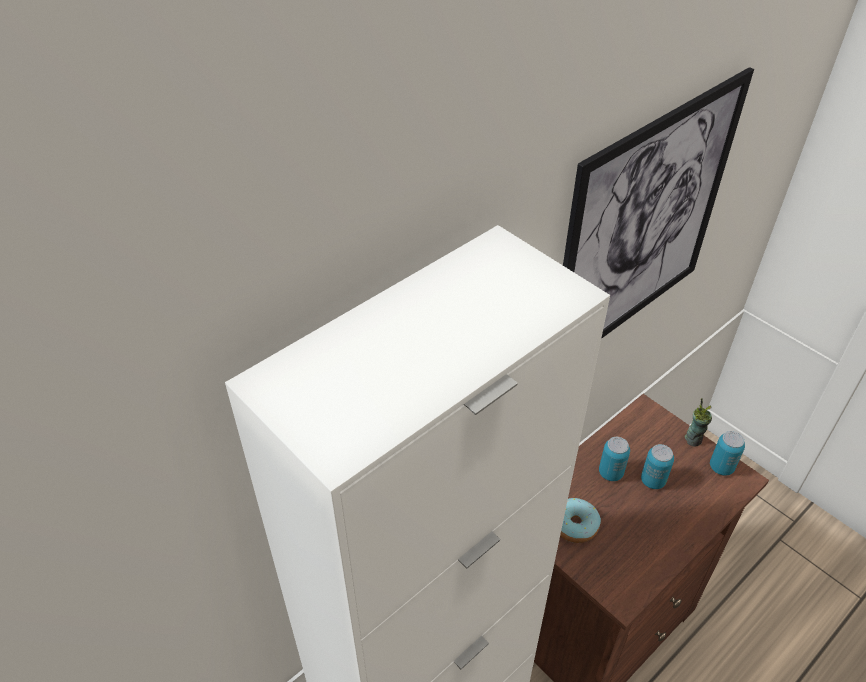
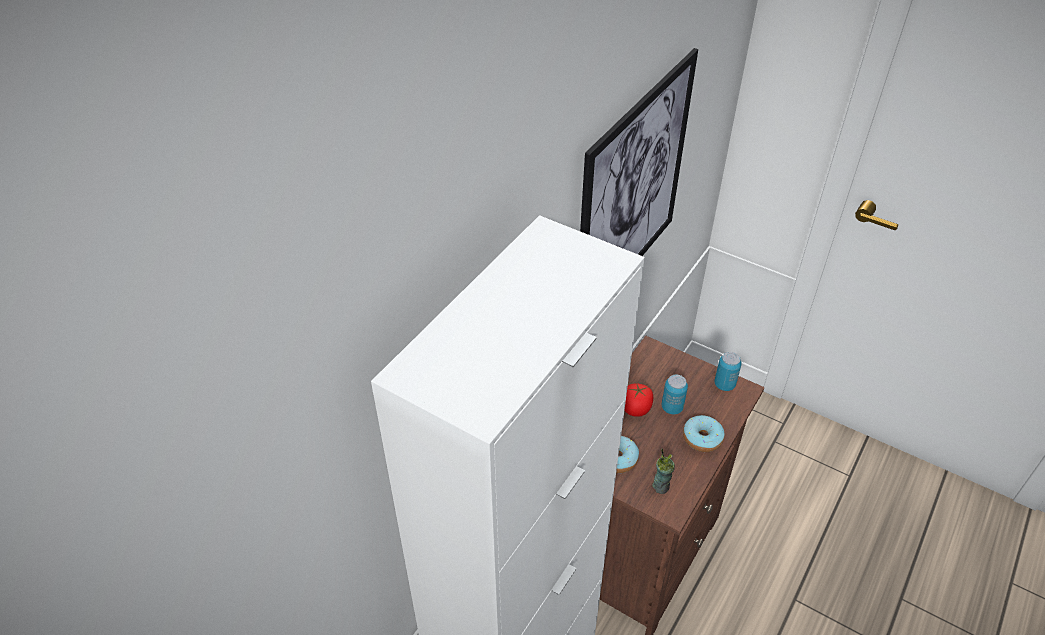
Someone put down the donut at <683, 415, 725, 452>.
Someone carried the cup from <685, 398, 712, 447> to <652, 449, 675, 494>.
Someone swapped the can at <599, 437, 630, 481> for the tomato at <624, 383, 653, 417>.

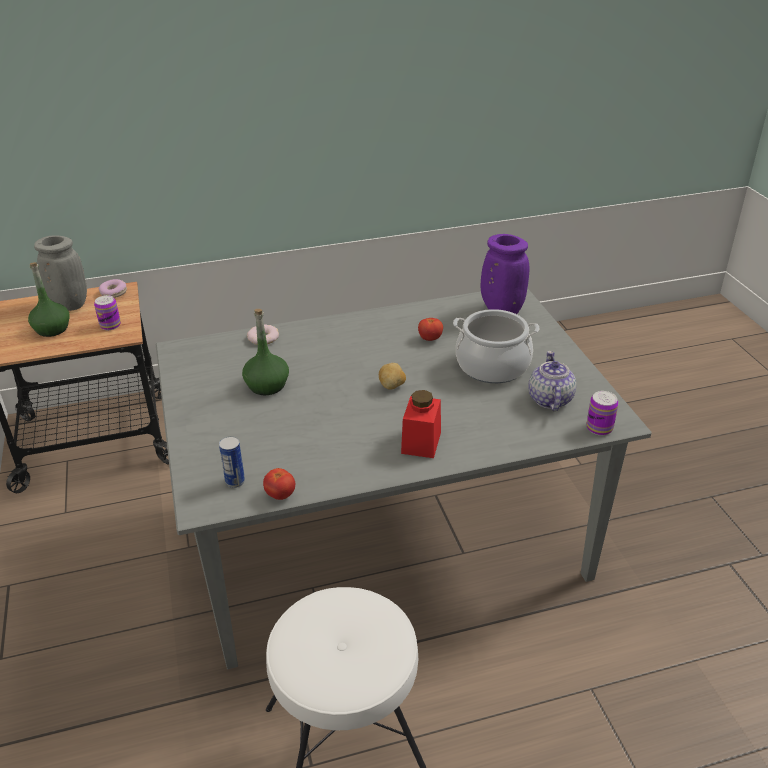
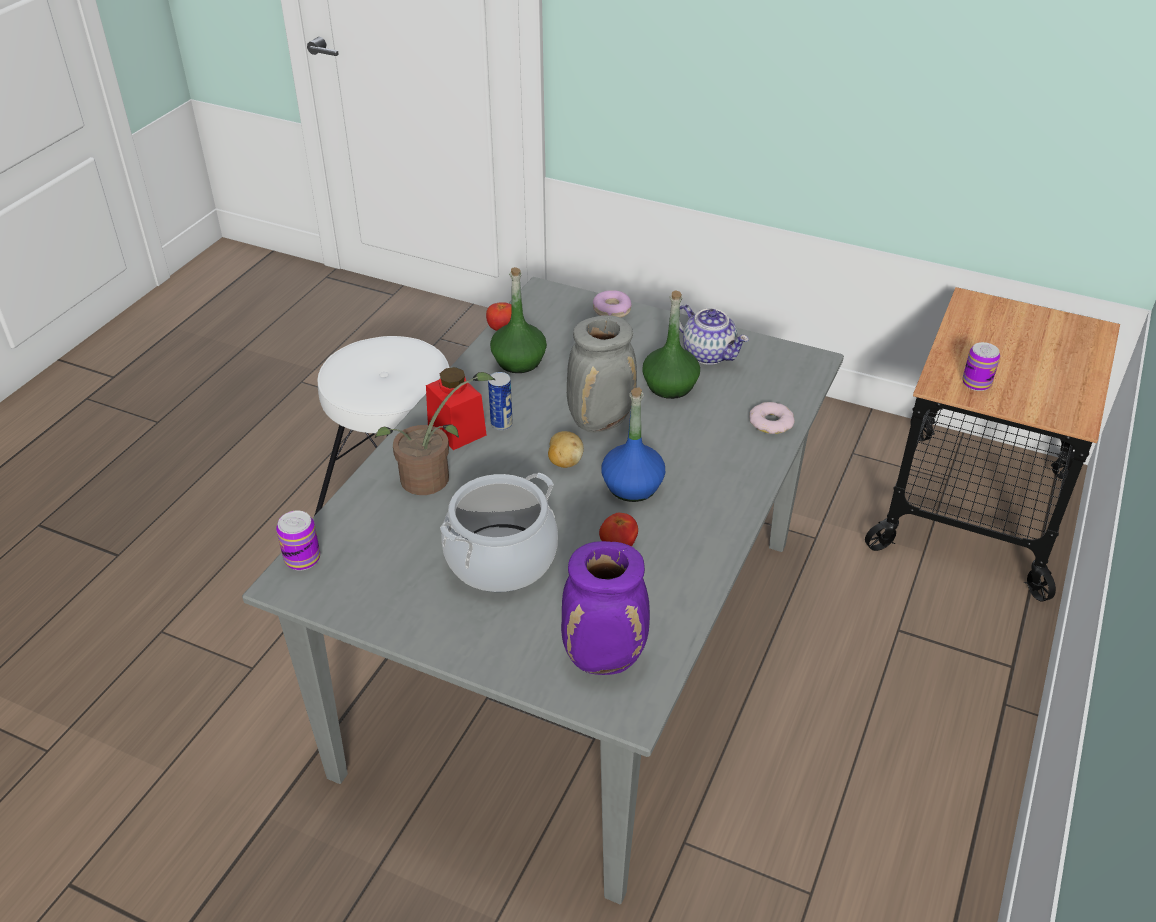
Someone put down the potted plant at <375, 372, 495, 495>.
Someone put down the bottle/blue at <601, 388, 665, 502>.
Someone carried the bottle/green from <28, 262, 69, 337> to <490, 267, 547, 373>.
Someone carried the vase/grey from <34, 235, 87, 311> to <567, 315, 637, 433>.
Someone carried the donut from <99, 279, 127, 298> to <593, 290, 632, 318>.
Someone carried the can from <219, 436, 245, 488> to <488, 372, 513, 430>.
Someone carried the teapot from <528, 351, 576, 411> to <679, 304, 749, 365>.

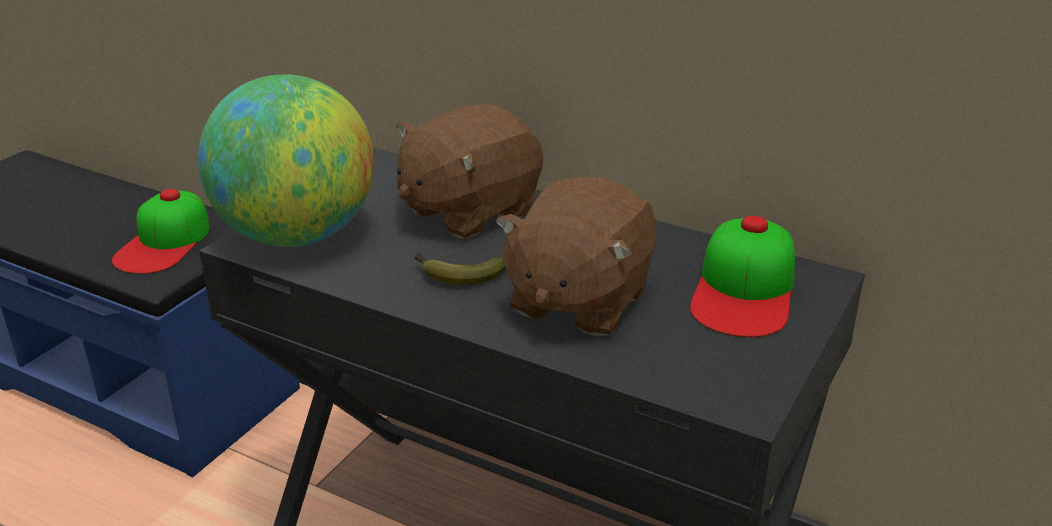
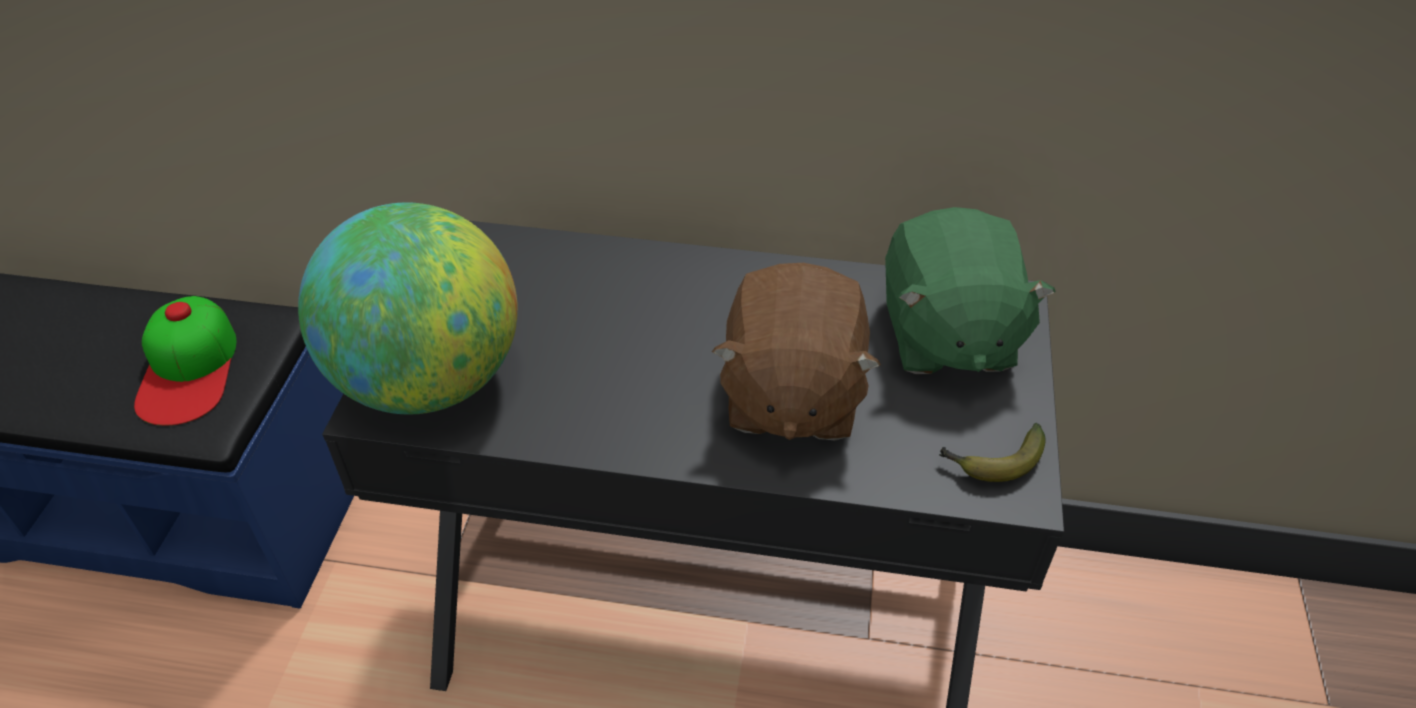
Someone took away the plush toy/brown at <396, 104, 543, 239>.
Someone carried the banana from <414, 252, 506, 285> to <939, 423, 1046, 482>.
Someone swapped the cap at <690, 216, 795, 337> for the plush toy/green at <885, 207, 1056, 374>.

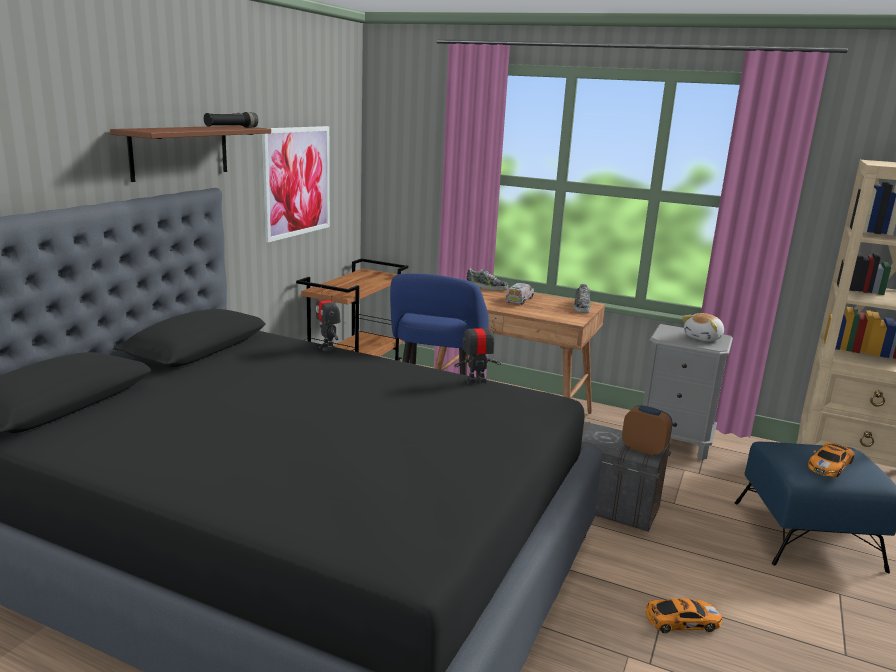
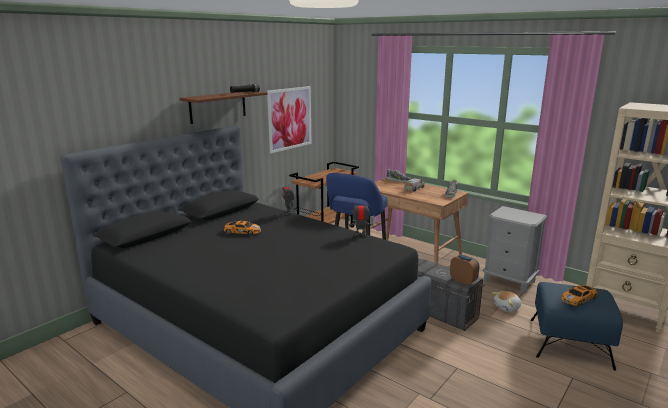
Someone carried the toy car from <645, 597, 722, 633> to <224, 221, 261, 235>.
Someone carried the plush toy from <682, 313, 724, 342> to <492, 291, 521, 312>.

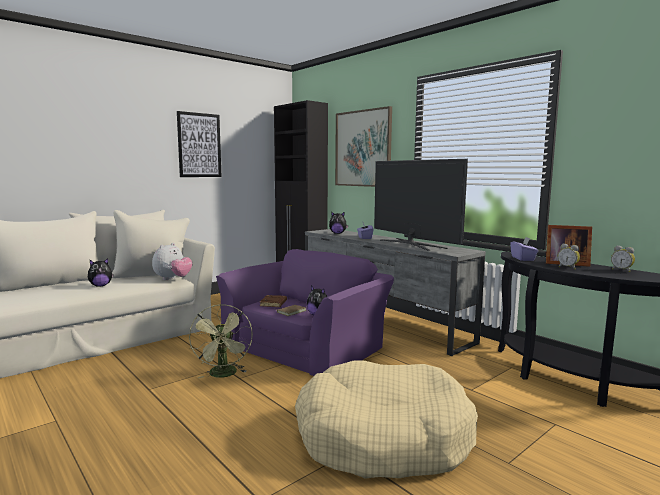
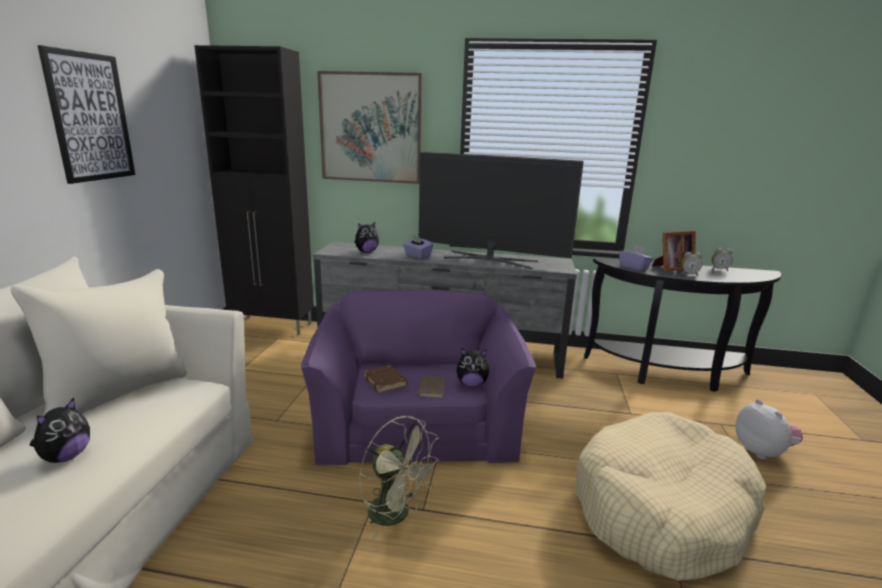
Someone carried the plush toy from <152, 243, 193, 280> to <735, 399, 803, 460>.

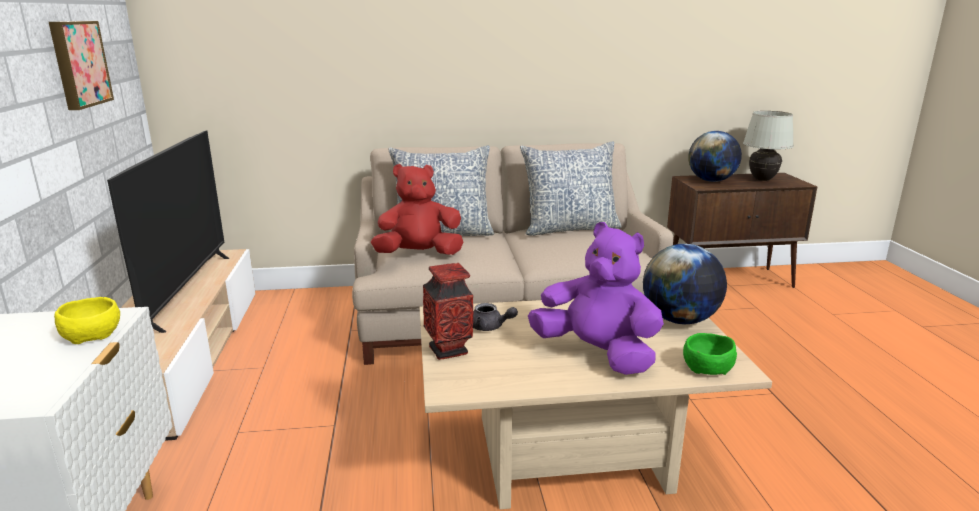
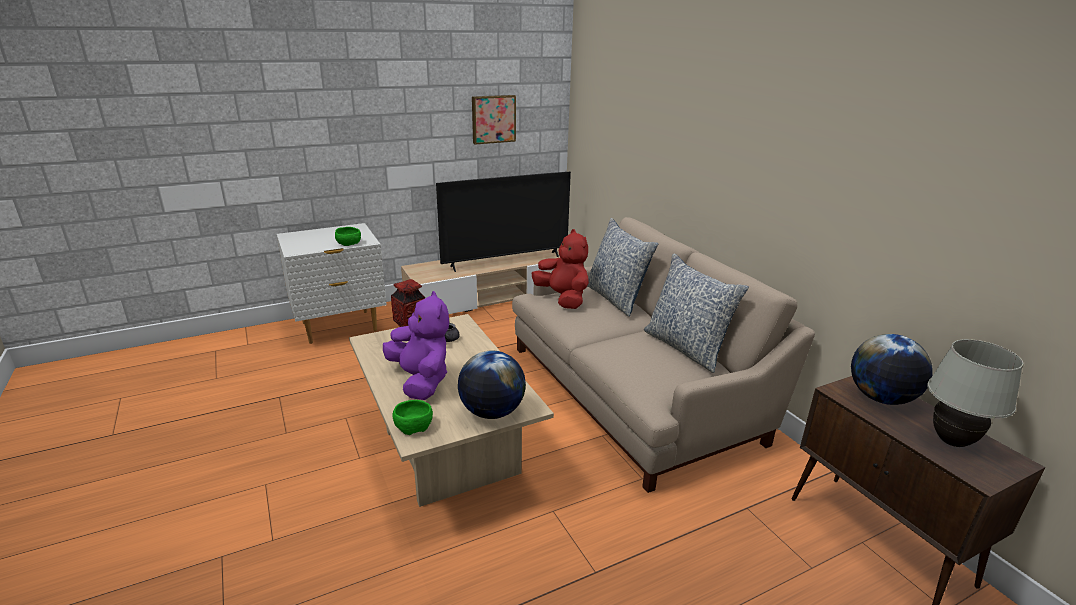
Someone repainted the bowl/yellow at <54, 297, 120, 344>, which became the bowl/green at <335, 227, 361, 246>.
Someone rotated the plush toy/purple at <528, 222, 664, 375> by 45 degrees counterclockwise.

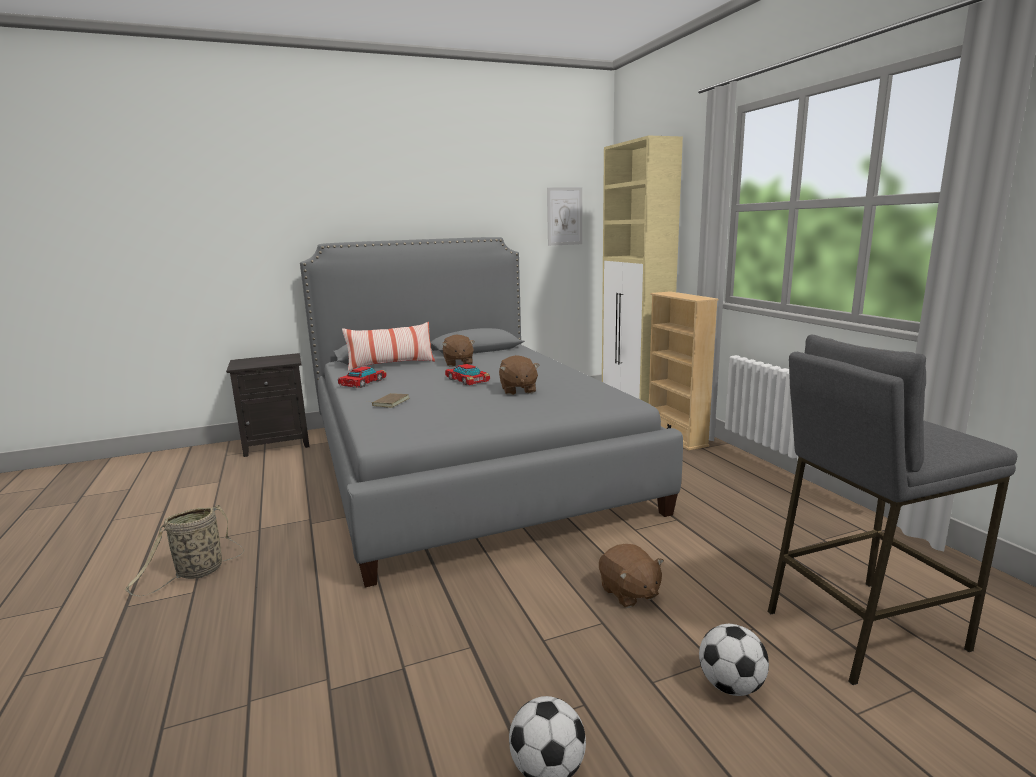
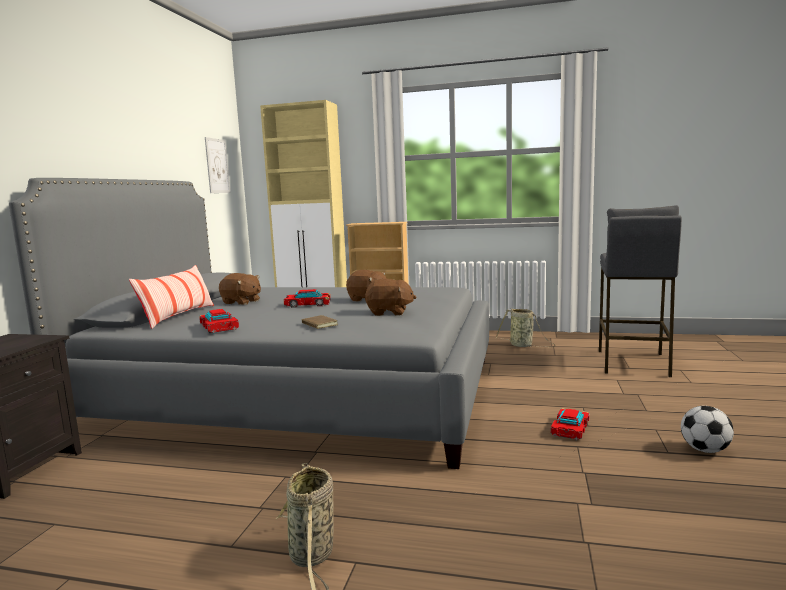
Someone took away the football at <699, 624, 769, 696>.
Someone put down the basket at <495, 309, 555, 347>.
Someone put down the toy car at <551, 409, 590, 441>.
Someone carried the plush toy/brown from <599, 544, 664, 608> to <365, 279, 416, 316>.

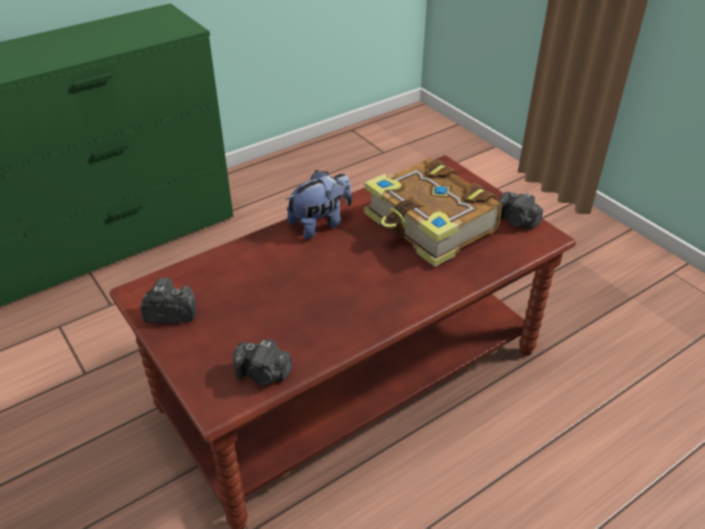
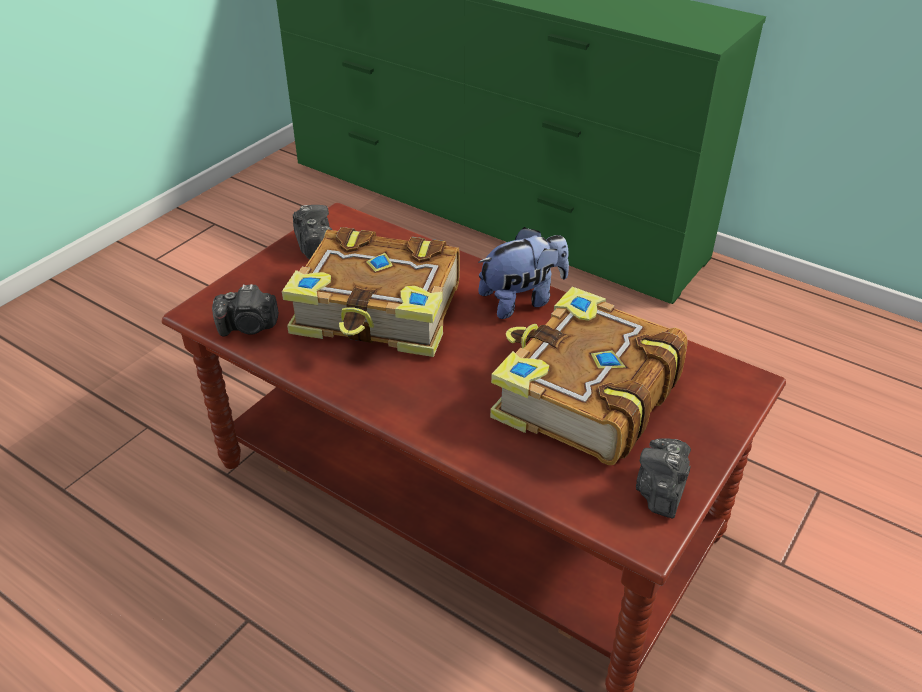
Someone put down the book at <282, 227, 460, 357>.
Someone rotated the photo camera at <233, 339, 292, 385> by 90 degrees counterclockwise.
Someone rotated the plush toy at <286, 170, 352, 240> by 60 degrees counterclockwise.

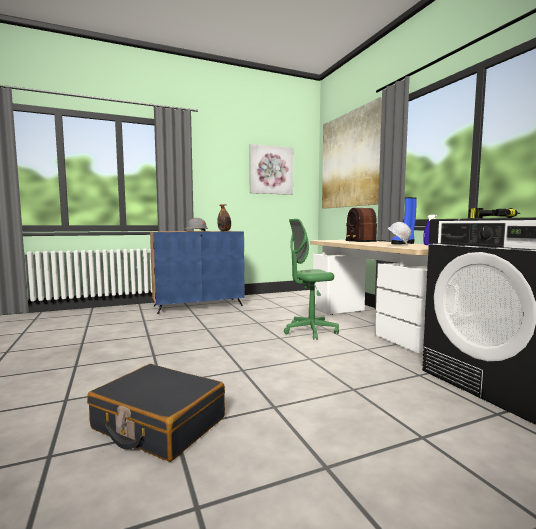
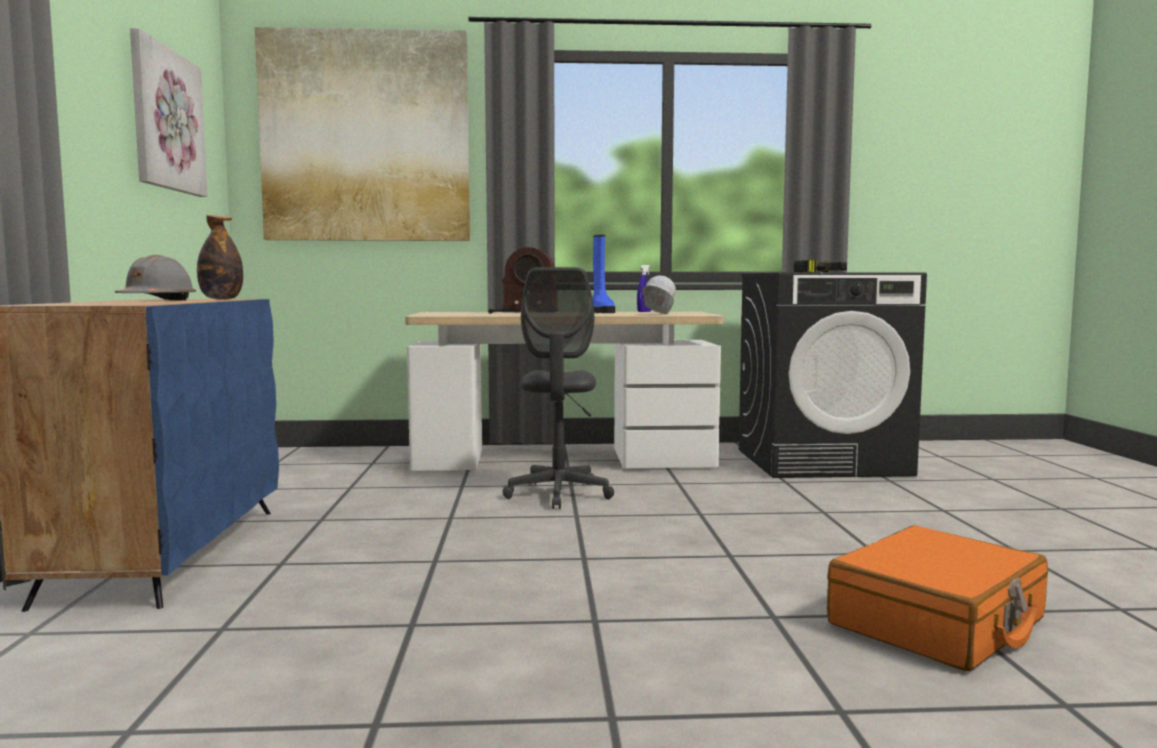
Someone repainted the suitcase/black at <87, 364, 225, 462>, which became the suitcase/orange at <827, 525, 1048, 671>.
Someone repainted the office chair/green at <284, 219, 339, 340>, which became the office chair/grey at <503, 267, 614, 509>.

